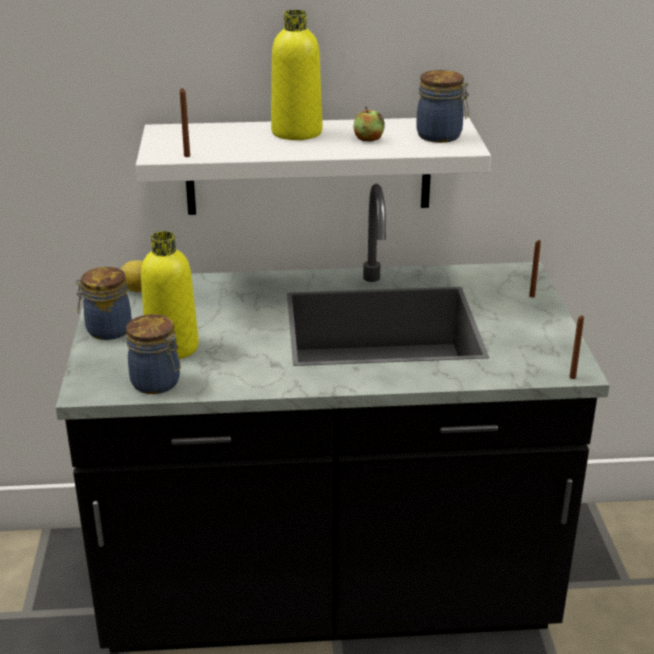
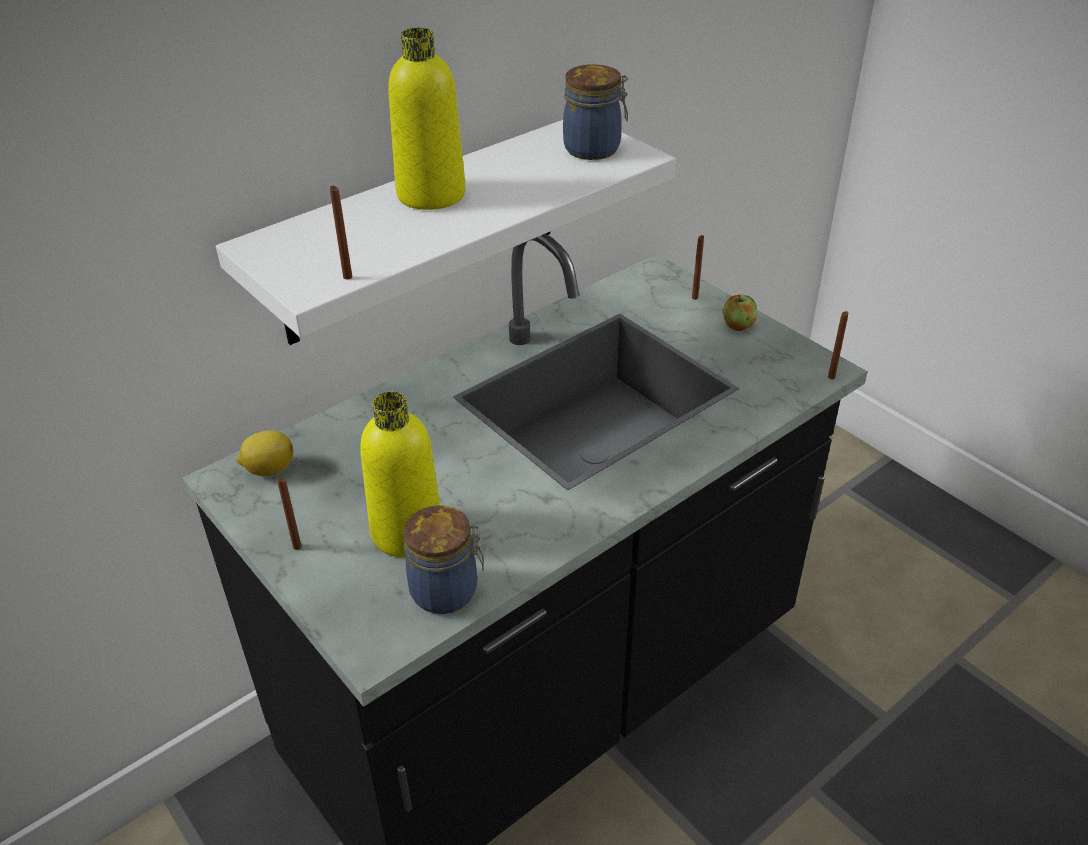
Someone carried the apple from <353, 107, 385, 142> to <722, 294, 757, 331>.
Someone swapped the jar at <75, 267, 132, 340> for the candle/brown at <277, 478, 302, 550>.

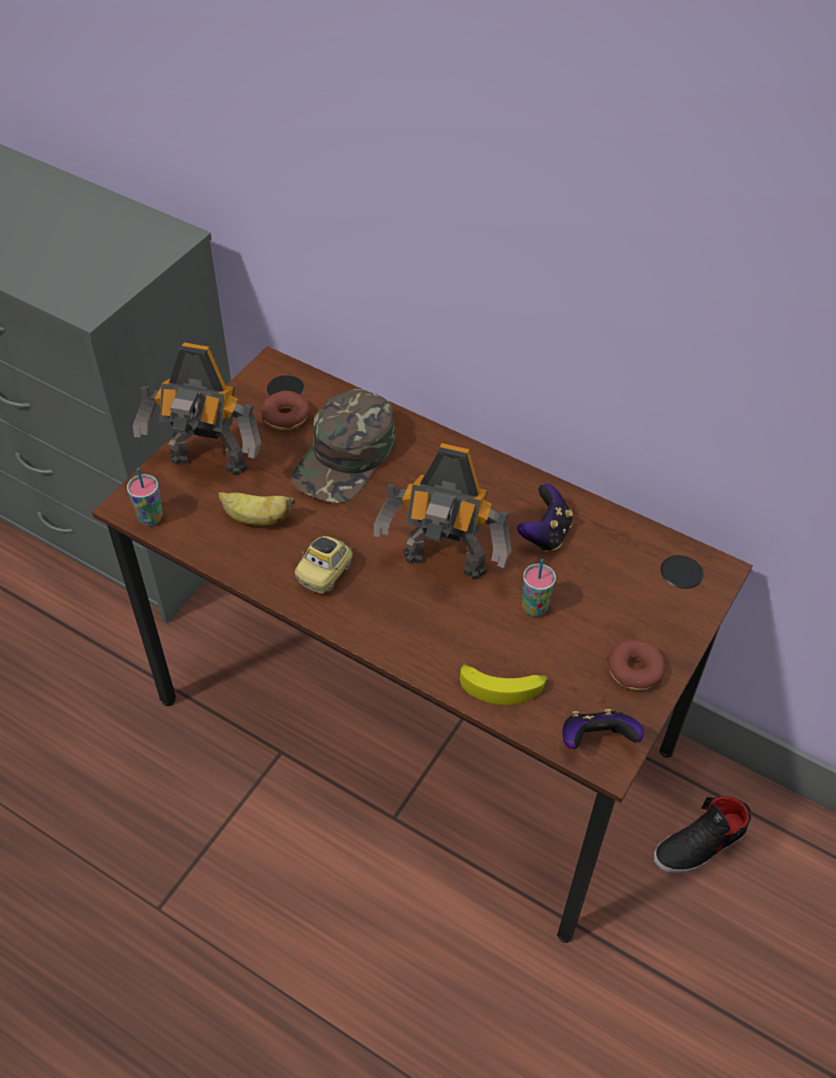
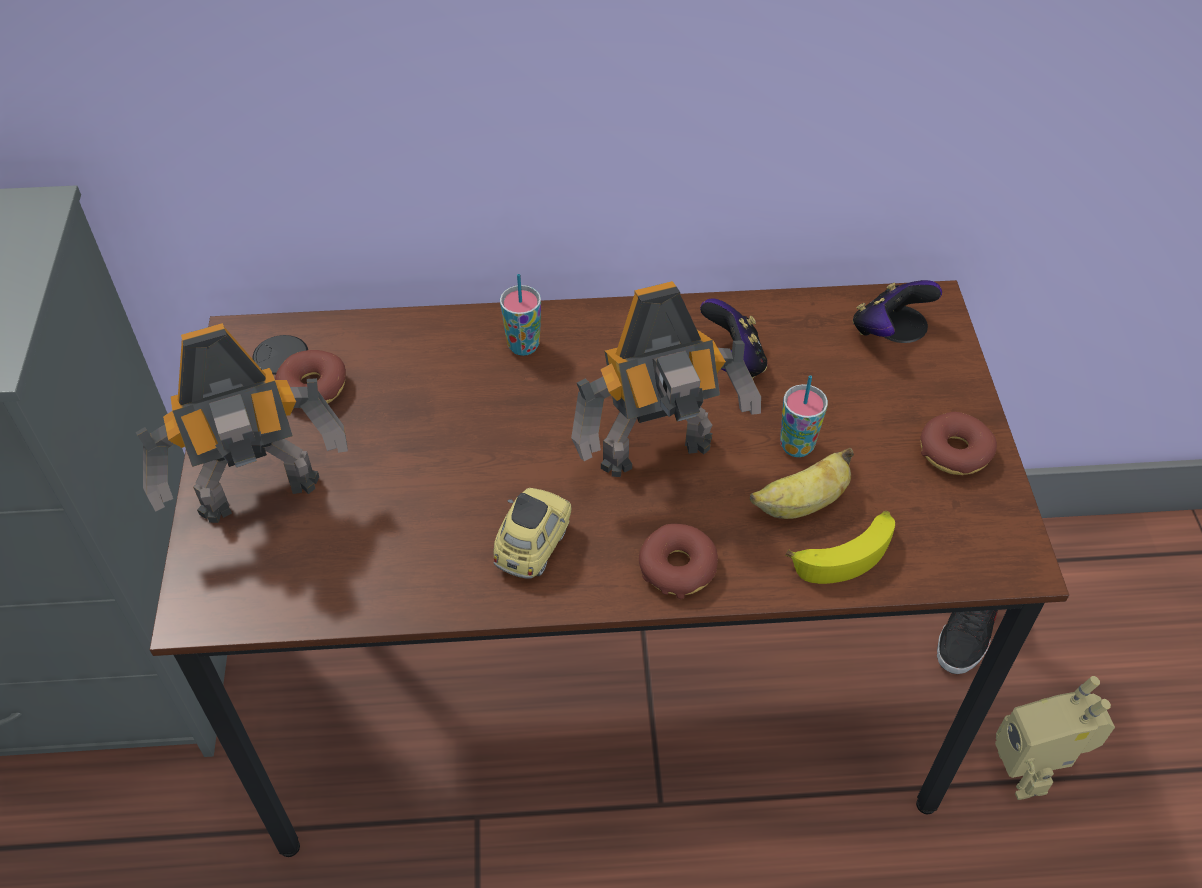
Someone took away the cap/green at <291, 389, 395, 504>.
Someone put down the donut at <639, 523, 718, 599>.
Someone put down the toy robot at <995, 676, 1115, 800>.
Someone carried the cup from <127, 468, 163, 526> to <500, 274, 541, 356>.
Someone carried the banana from <218, 492, 295, 525> to <750, 448, 854, 519>.
Someone carried the game controller from <562, 709, 644, 749> to <853, 280, 942, 337>.
Someone rotated the toy car at <295, 536, 353, 594> by 150 degrees counterclockwise.

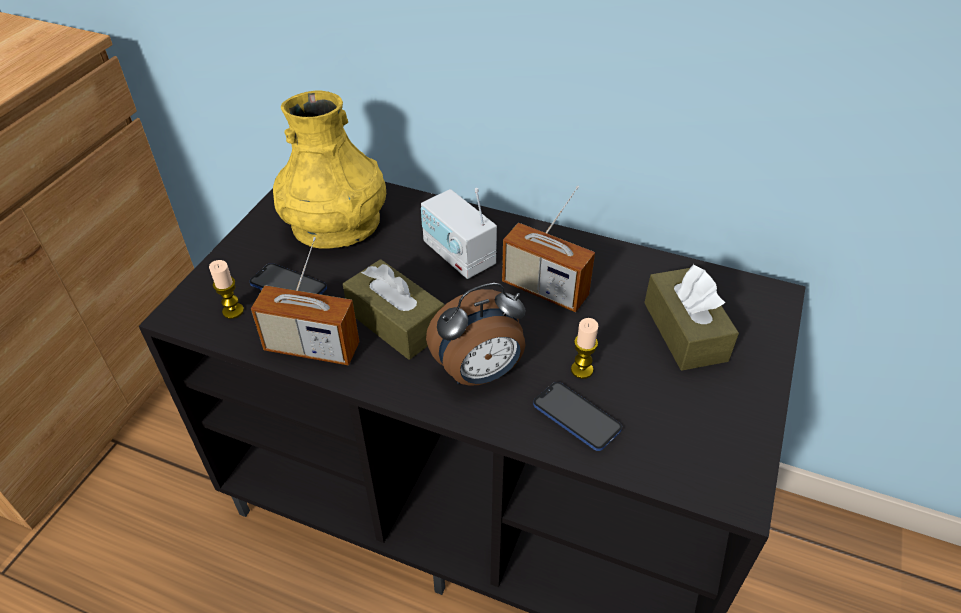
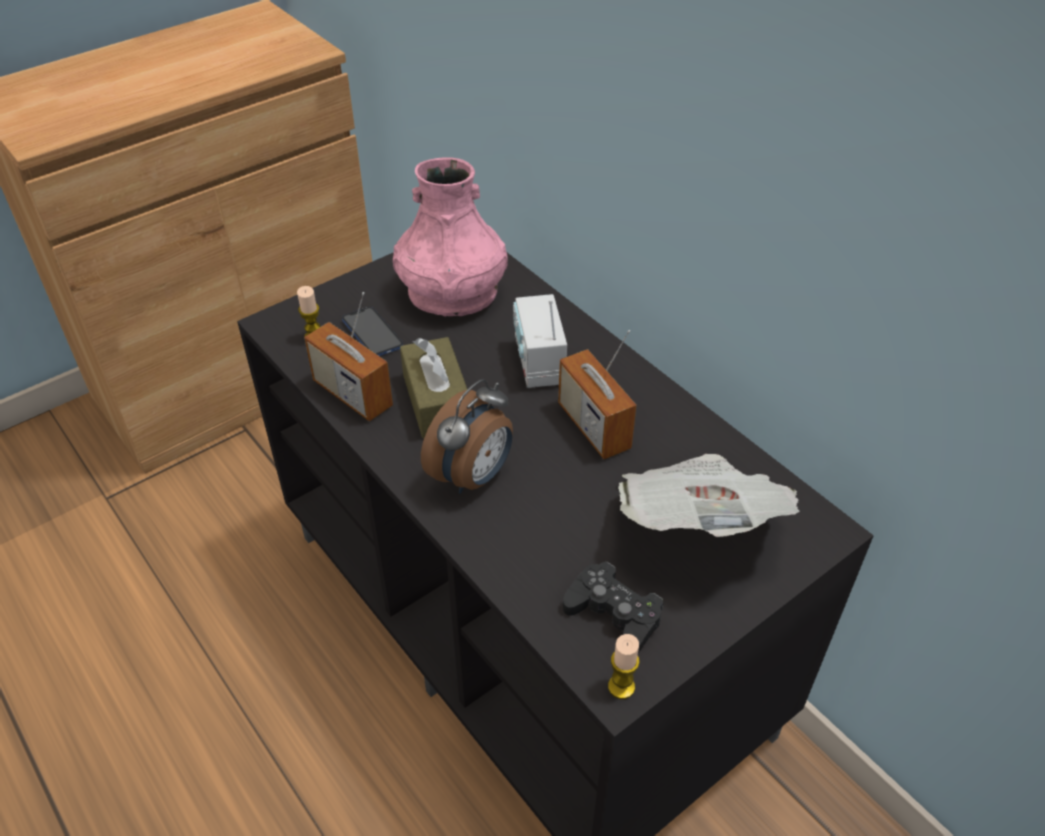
Someone took away the phone at <533, 382, 622, 451>.
Someone put down the game controller/black at <563, 562, 664, 653>.
Someone carried the candle from <571, 318, 598, 379> to <608, 634, 640, 699>.
Someone swapped the tissue box/brown at <644, 263, 739, 370> for the newspaper at <618, 454, 799, 537>.
Someone repainted the vase/yellow at <273, 91, 386, 249>, which became the vase/pink at <393, 157, 508, 317>.
Someone rotated the alarm clock at <426, 283, 526, 386> by 60 degrees counterclockwise.

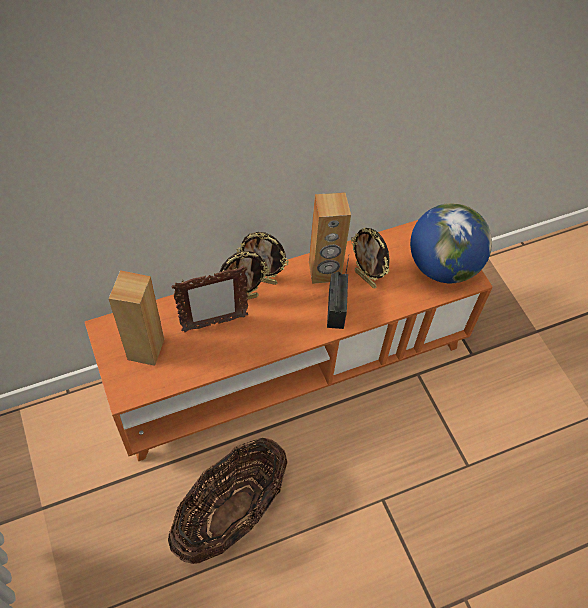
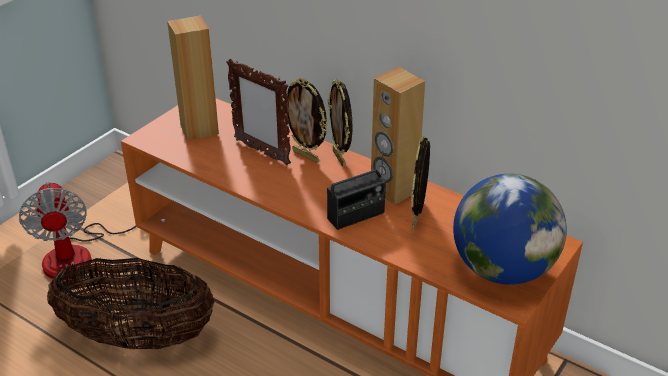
Someone put down the fan at <19, 182, 136, 280>.

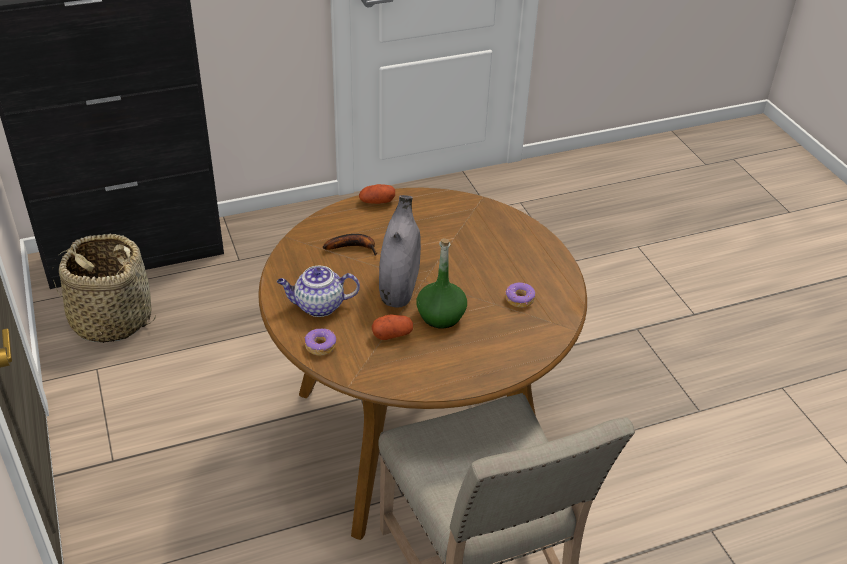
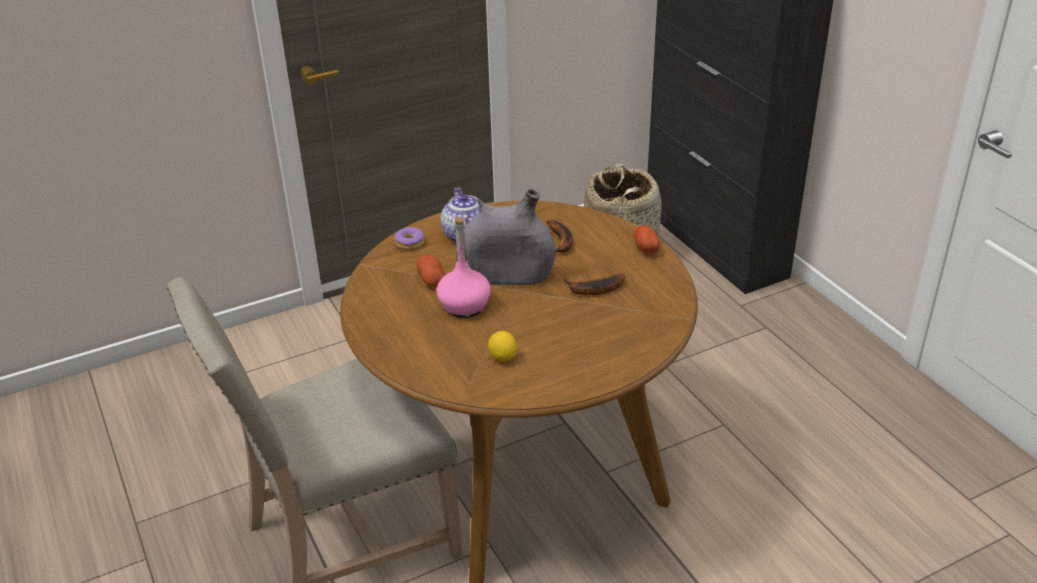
Someone put down the banana at <564, 274, 625, 295>.
Someone swapped the donut at <506, 282, 535, 308> for the lemon at <488, 331, 517, 362>.
Someone repainted the bottle/green at <416, 238, 467, 328>, which became the bottle/pink at <437, 217, 491, 318>.

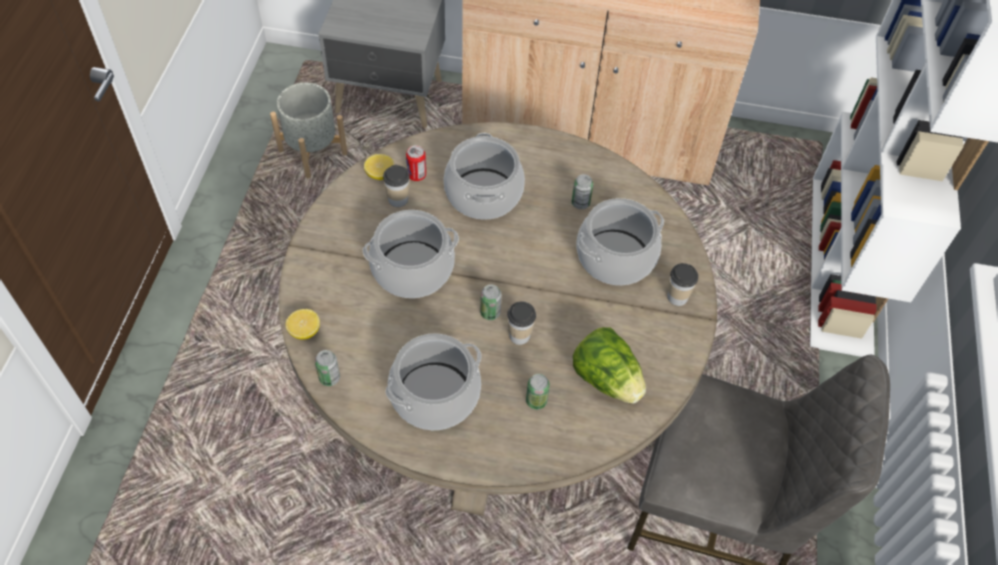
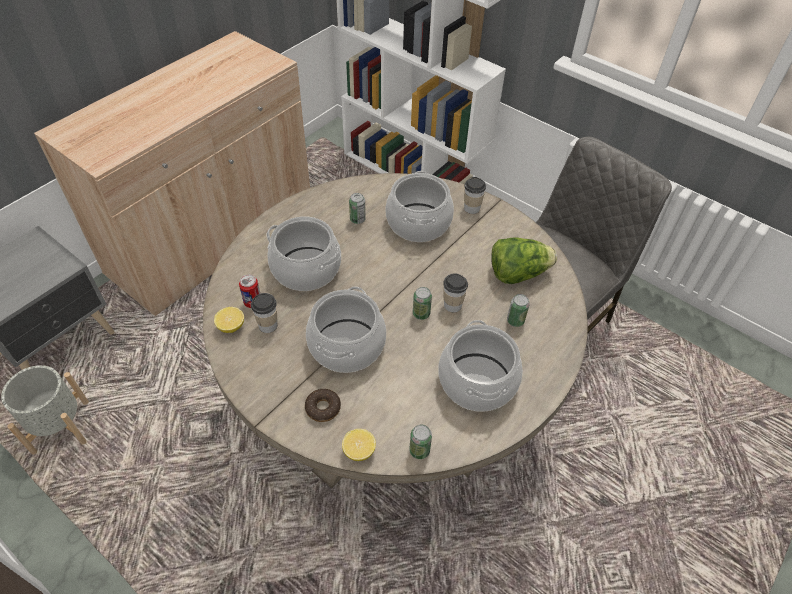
Someone put down the donut at <305, 389, 341, 422>.

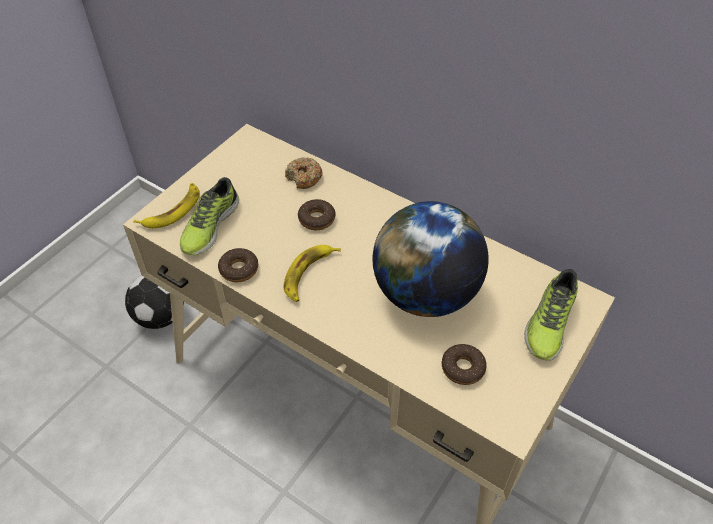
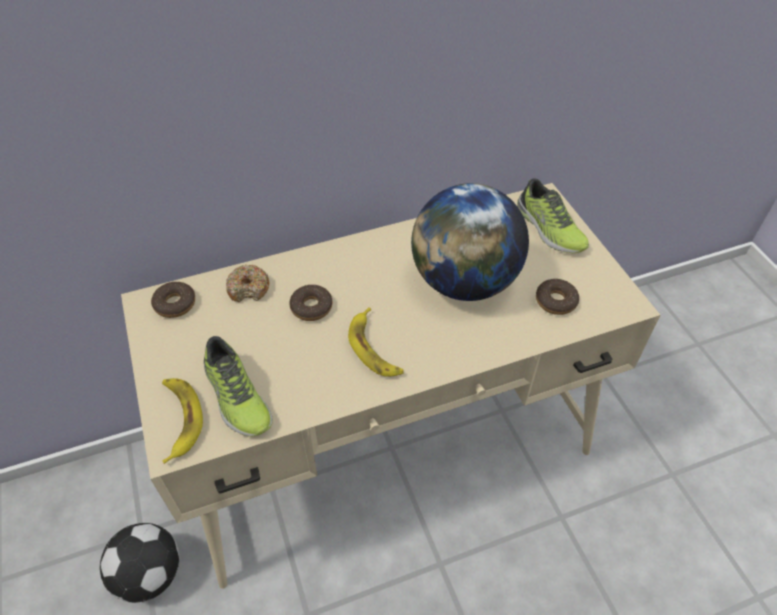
Someone carried the donut from <218, 248, 258, 282> to <151, 282, 195, 318>.

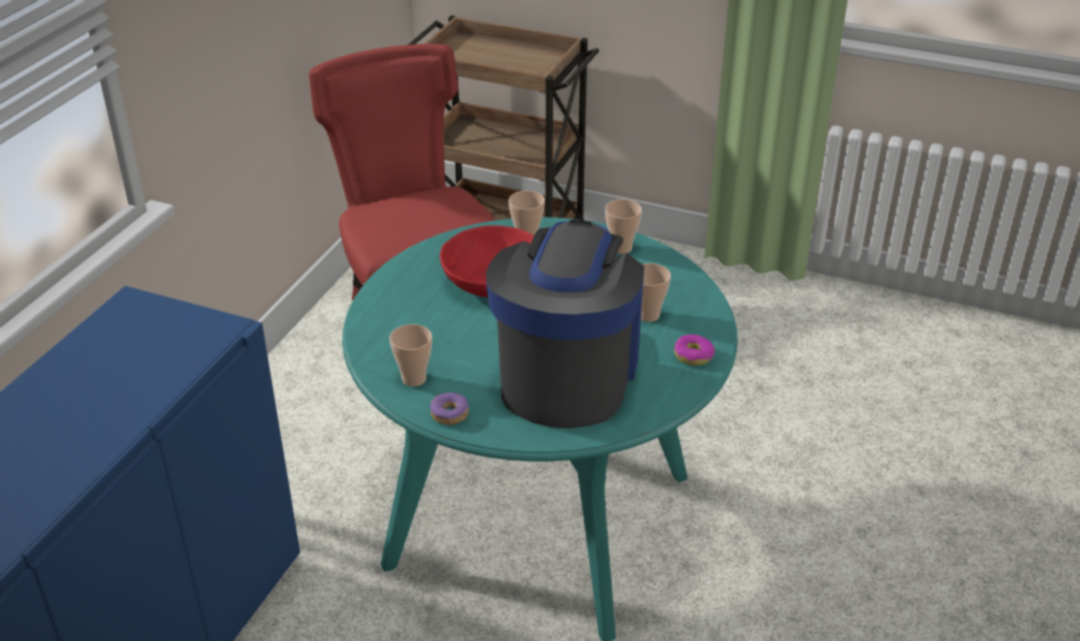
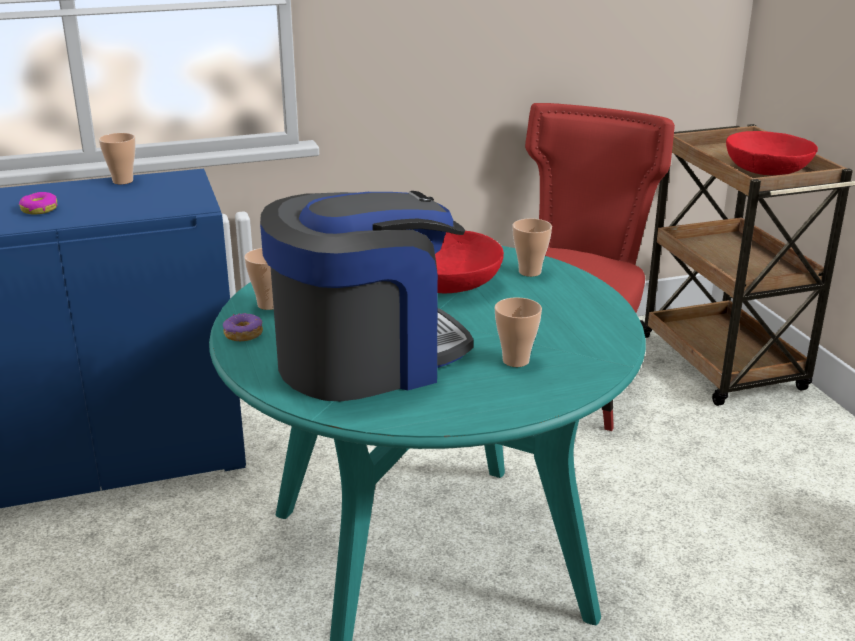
Someone put down the bowl/red at <726, 131, 818, 175>.
Someone carried the cup from <605, 199, 642, 254> to <99, 133, 136, 184>.
Someone carried the donut from <674, 334, 715, 366> to <19, 192, 57, 214>.

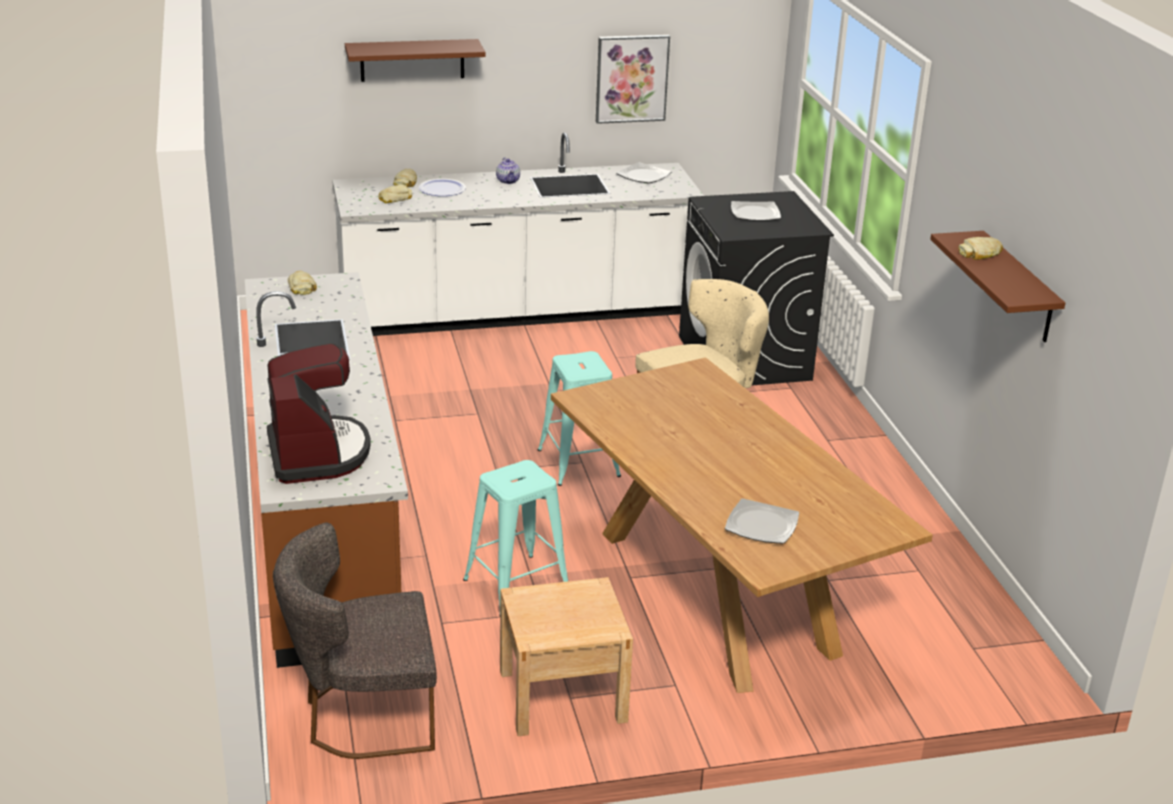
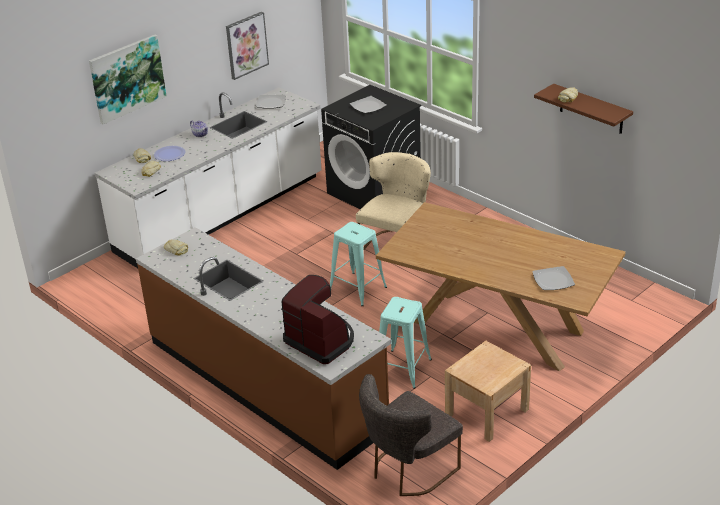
Someone swapped the shelf/brown at <345, 39, 486, 82> for the picture at <89, 35, 167, 124>.

